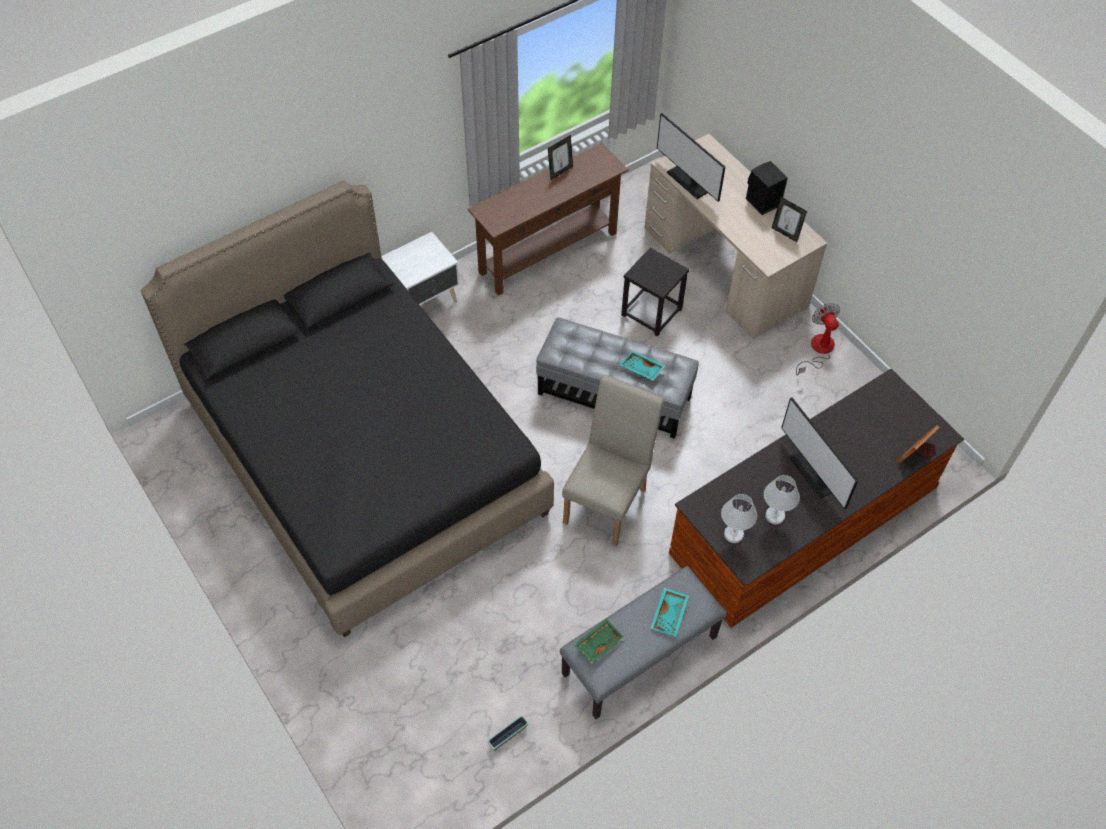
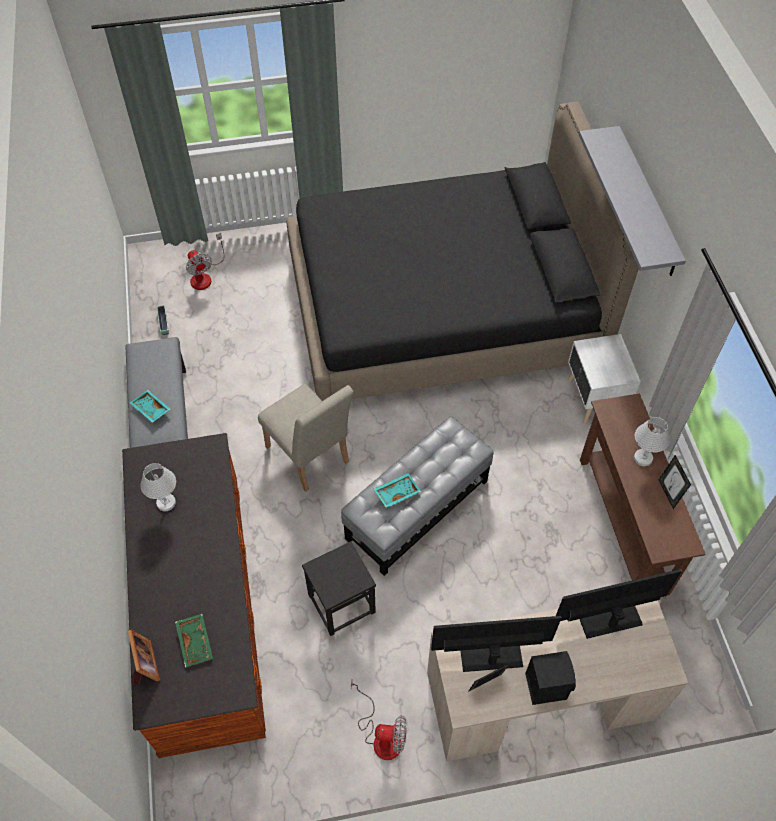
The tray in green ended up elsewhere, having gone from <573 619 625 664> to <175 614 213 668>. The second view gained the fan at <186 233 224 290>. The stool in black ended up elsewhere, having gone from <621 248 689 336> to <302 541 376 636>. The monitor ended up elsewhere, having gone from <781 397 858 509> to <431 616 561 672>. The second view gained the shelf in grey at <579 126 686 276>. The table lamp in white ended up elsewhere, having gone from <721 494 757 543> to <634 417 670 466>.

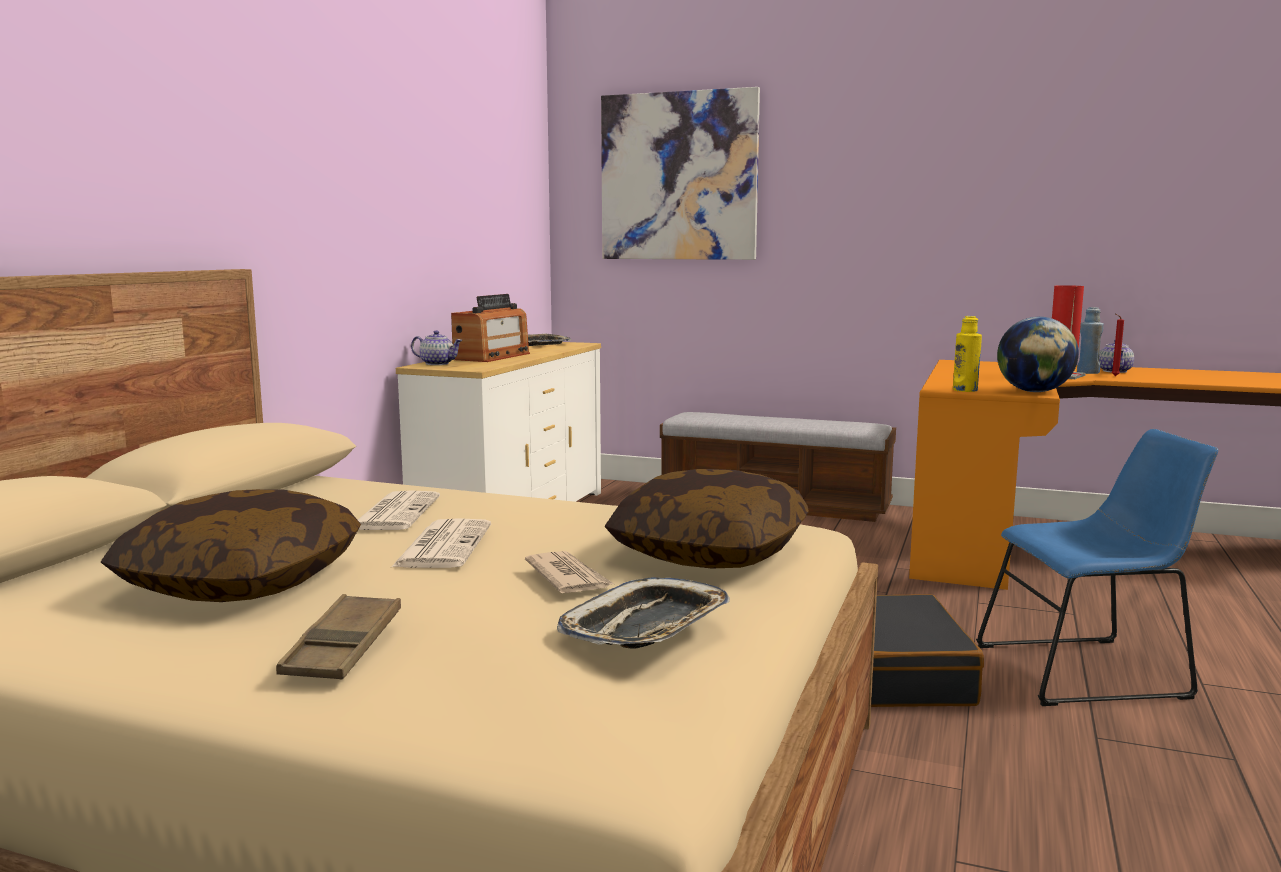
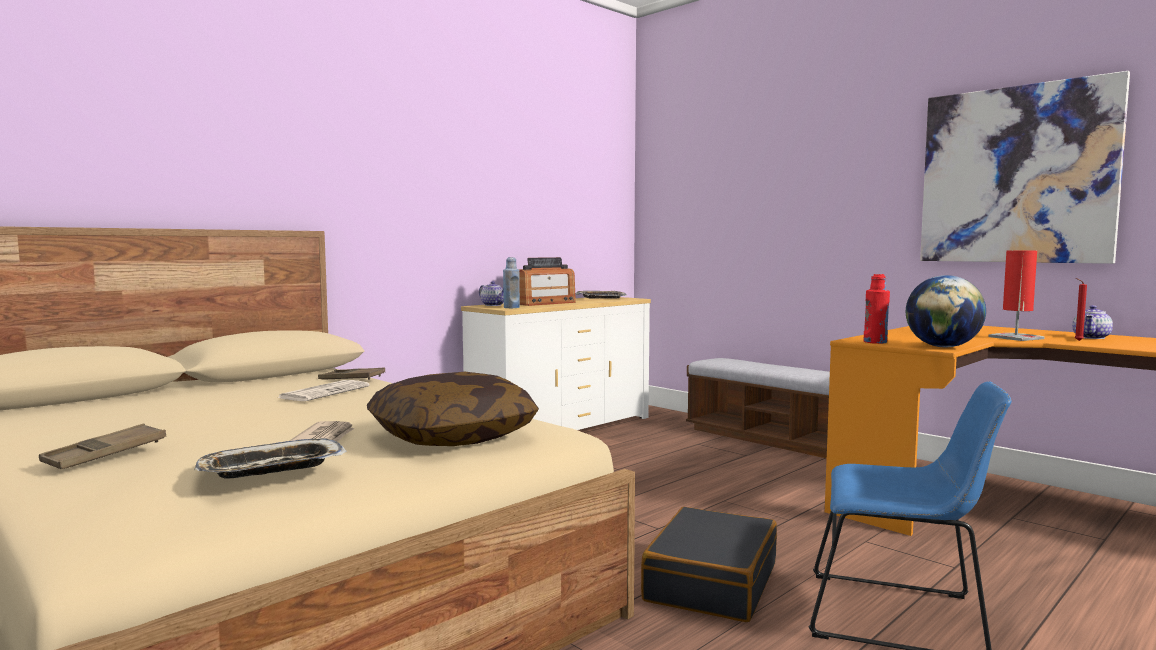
The second view gained the tray in brown at <318 368 385 380>. The bottle in blue ended up elsewhere, having gone from <1077 307 1104 374> to <503 257 520 308>. What was the bottle in yellow at <953 316 982 392> turned into the bottle in red at <864 274 890 344>. The picture ended up elsewhere, having gone from <601 87 760 260> to <920 71 1130 264>. The second view lost the pillow at <101 489 361 602>. The second view lost the newspaper at <391 518 491 568>.

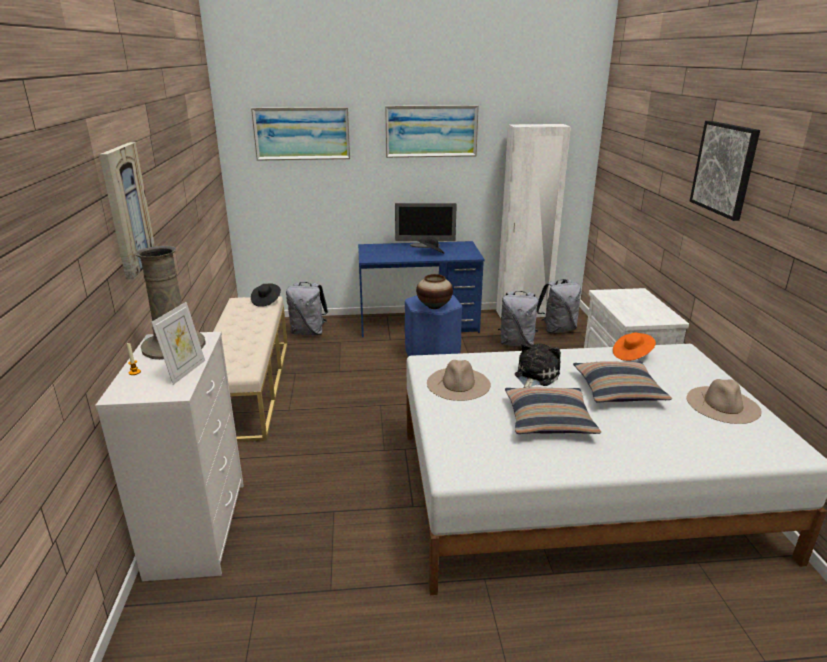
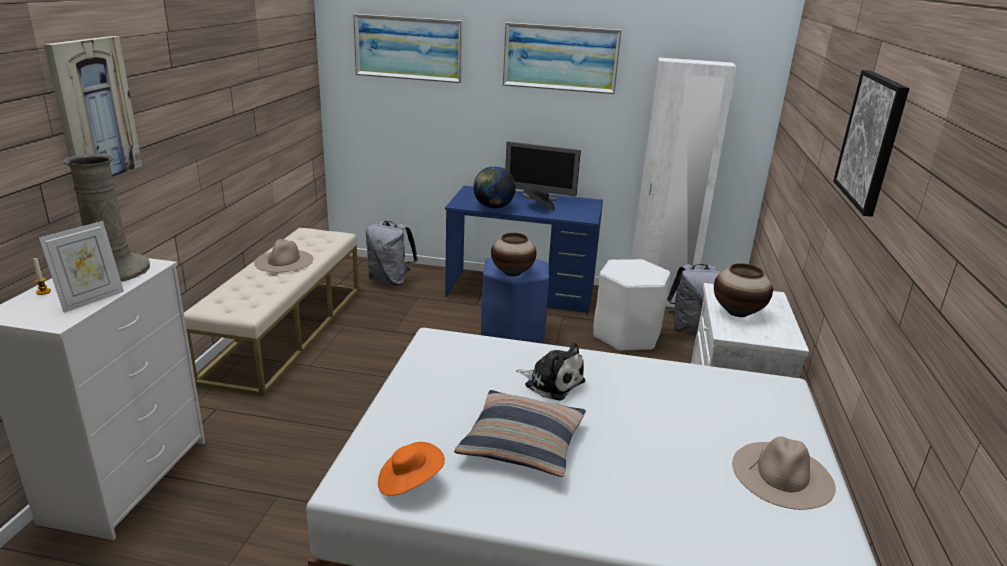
The hat in beige ended up elsewhere, having gone from <427 360 491 401> to <254 239 313 272>. The hat in orange ended up elsewhere, having gone from <613 332 656 361> to <378 442 445 496>. The second view gained the globe at <473 166 516 209>. The plush toy at <515 343 561 388> ended up facing another way, 75 degrees clockwise from before. Where the backpack in grey stood at <498 291 538 346>, the stool in white came to stand at <593 259 670 352>. The second view gained the vase at <714 263 773 317>. The second view lost the hat in black at <251 283 281 307>. The second view lost the pillow at <573 361 672 403>.

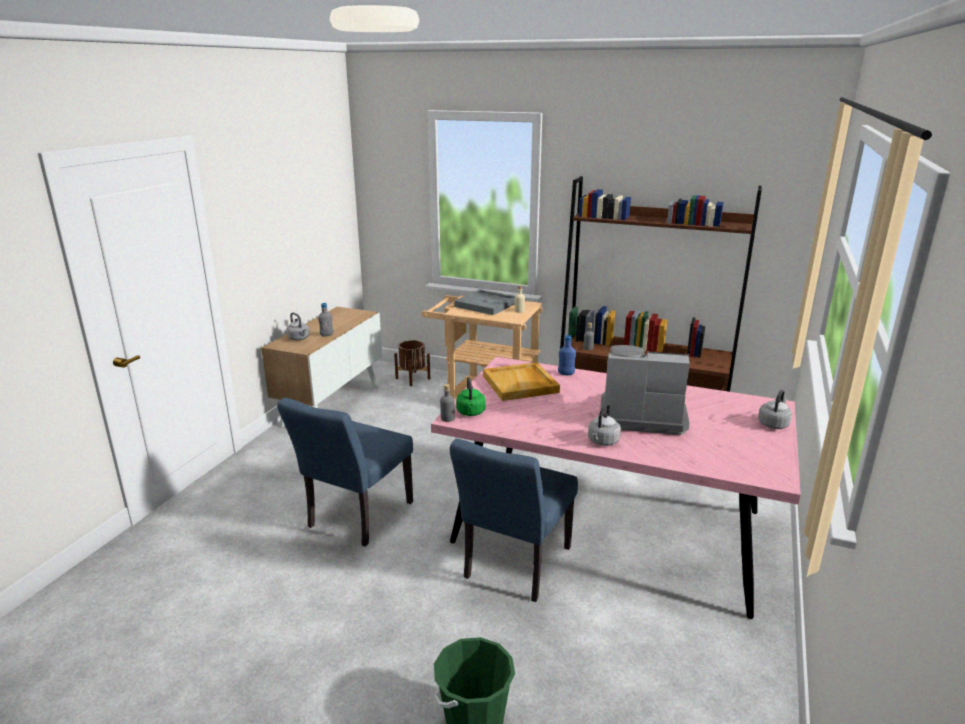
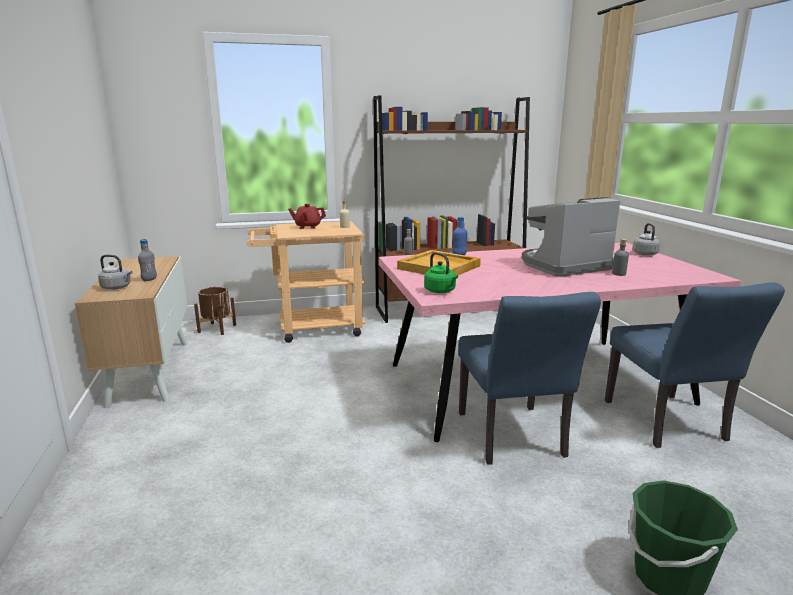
Where the tray in grey stood at <454 289 515 315>, the teapot in red came to stand at <288 204 326 229>. The chair in blue ended up elsewhere, having gone from <277 398 413 547> to <605 282 785 448>. The bottle in grey ended up elsewhere, having gone from <440 384 455 422> to <612 239 629 276>. The second view lost the kettle in grey at <588 403 621 446>.

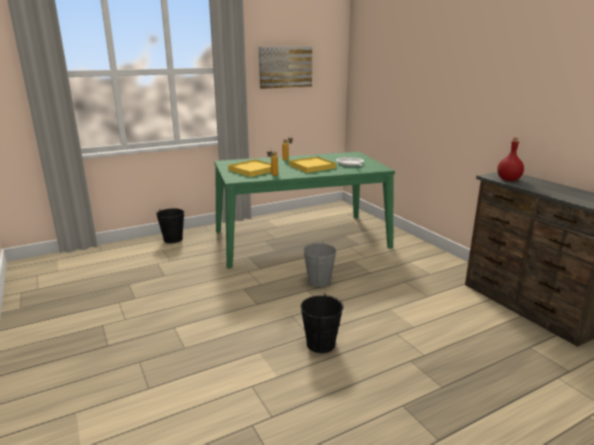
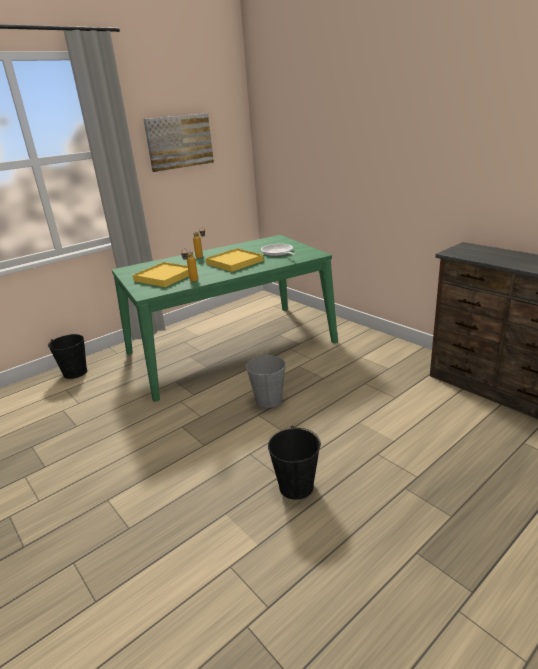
The second view lost the bottle in red at <497 138 524 181>.

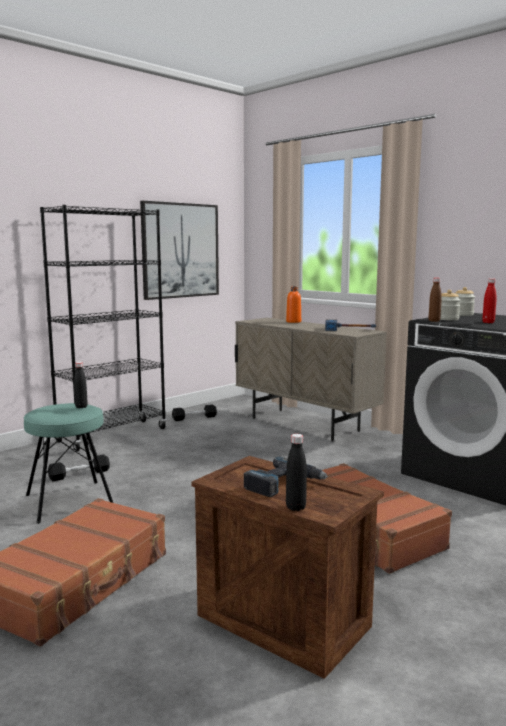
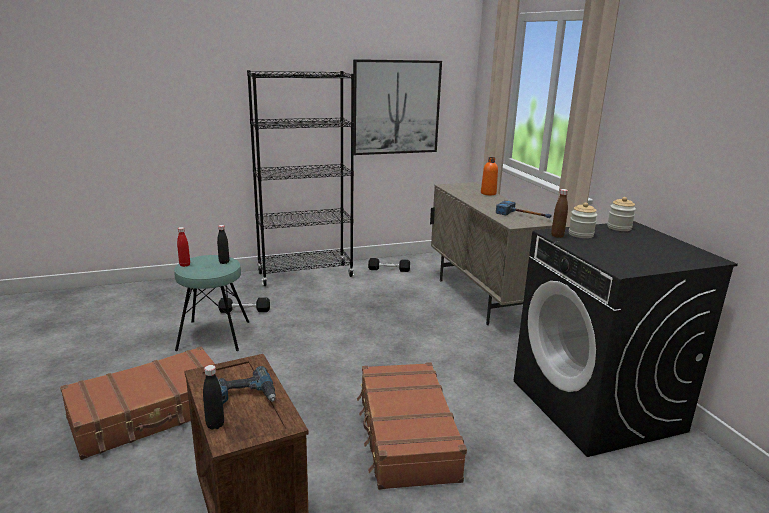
The bottle in red ended up elsewhere, having gone from <482 278 497 323> to <177 227 190 267>.

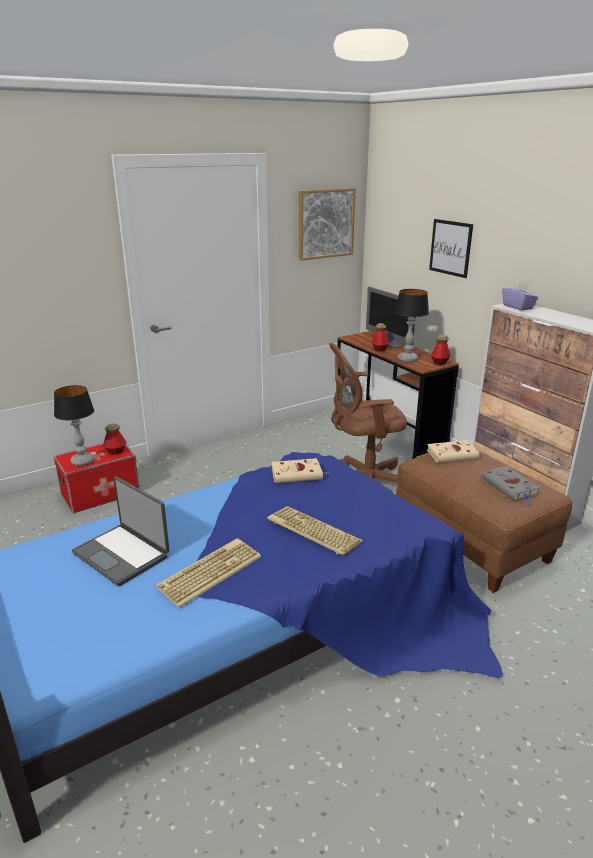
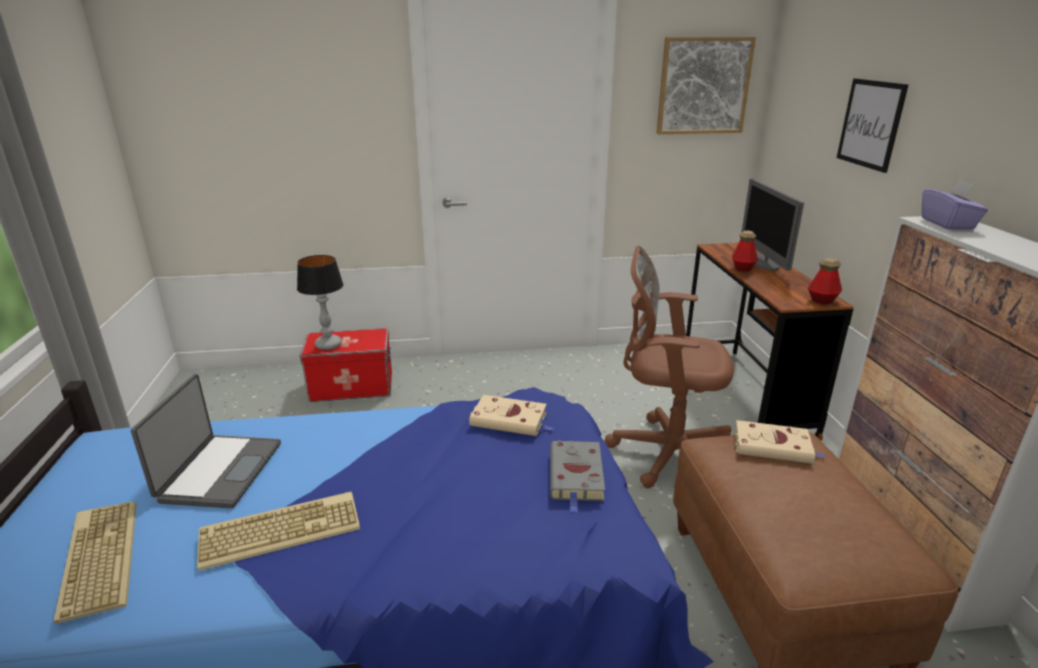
The keyboard ended up elsewhere, having gone from <267 506 363 555> to <54 501 137 624>. The laptop at <72 476 170 586> ended up facing another way, 150 degrees counterclockwise from before. The book in grey ended up elsewhere, having gone from <482 466 539 504> to <550 440 605 512>. The second view lost the bottle at <103 424 127 455>. The second view lost the table lamp at <395 289 429 362>.

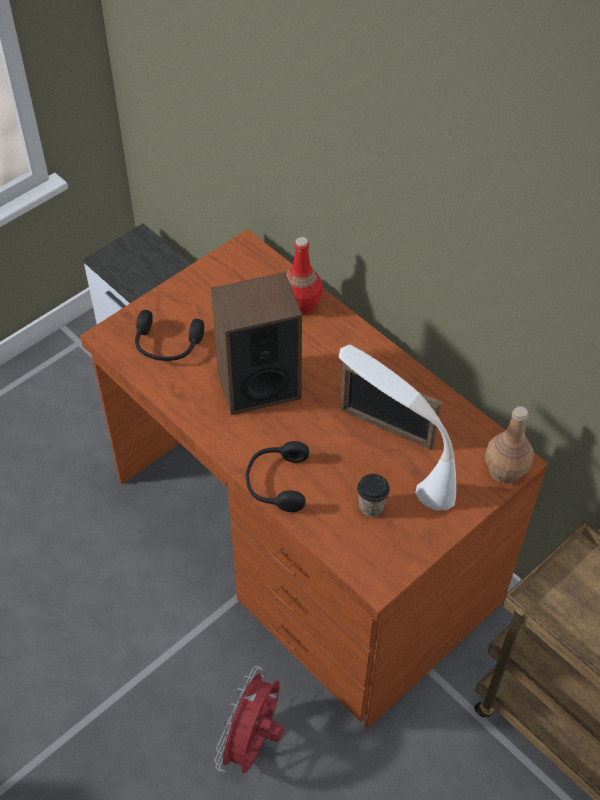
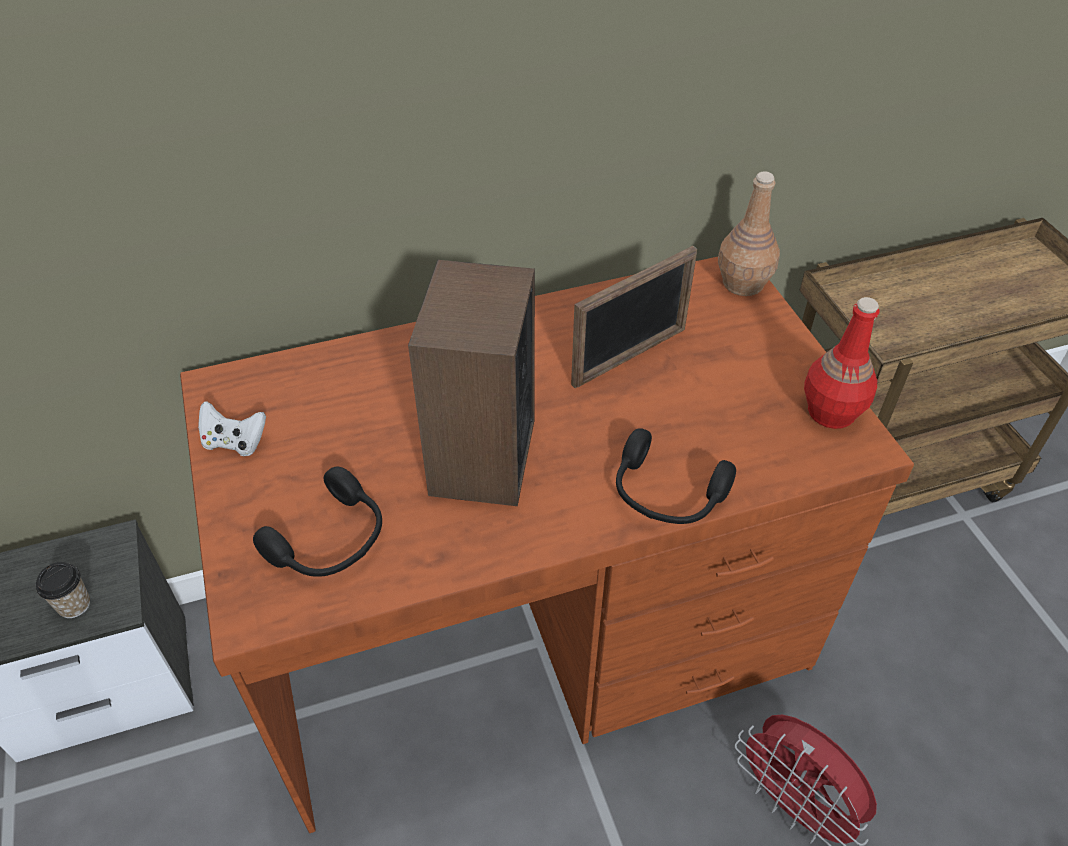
The cup ended up elsewhere, having gone from <357 474 390 517> to <36 562 90 618>. The second view gained the game controller in white at <198 401 266 456>. The bottle in red ended up elsewhere, having gone from <286 237 323 315> to <804 297 879 429>. The second view lost the table lamp in white at <339 345 456 510>.

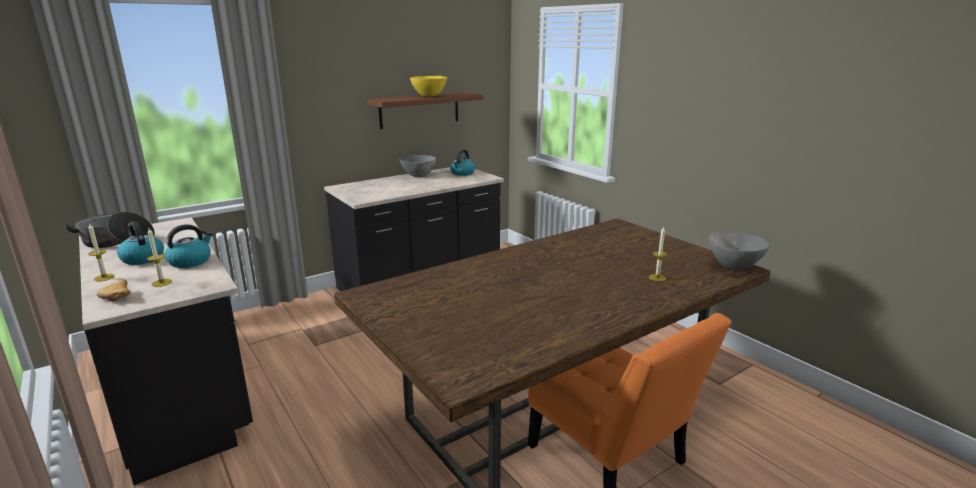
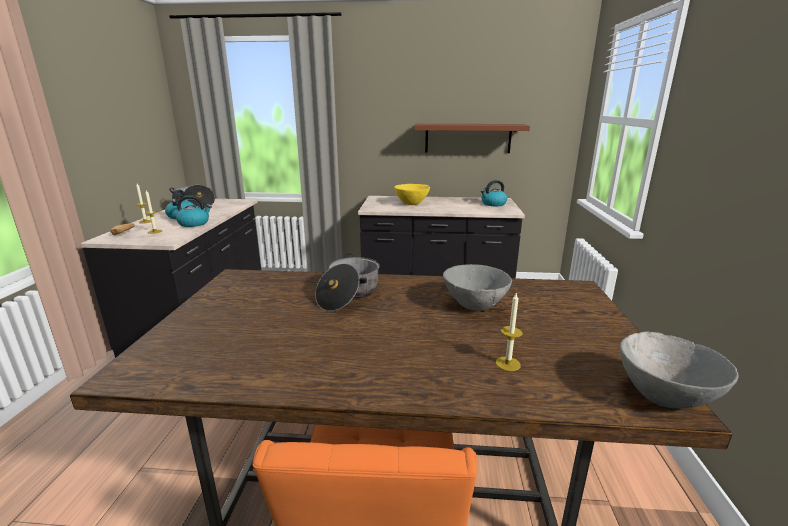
The second view gained the cooking pot at <315 253 380 311>. The bowl in yellow ended up elsewhere, having gone from <410 76 448 97> to <394 184 430 205>. The bowl in grey ended up elsewhere, having gone from <399 155 436 177> to <443 264 512 311>.

